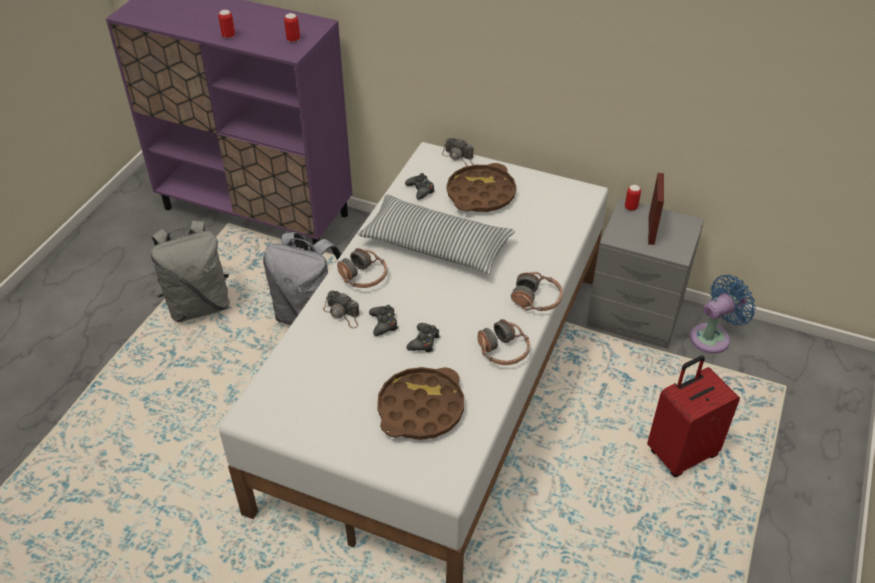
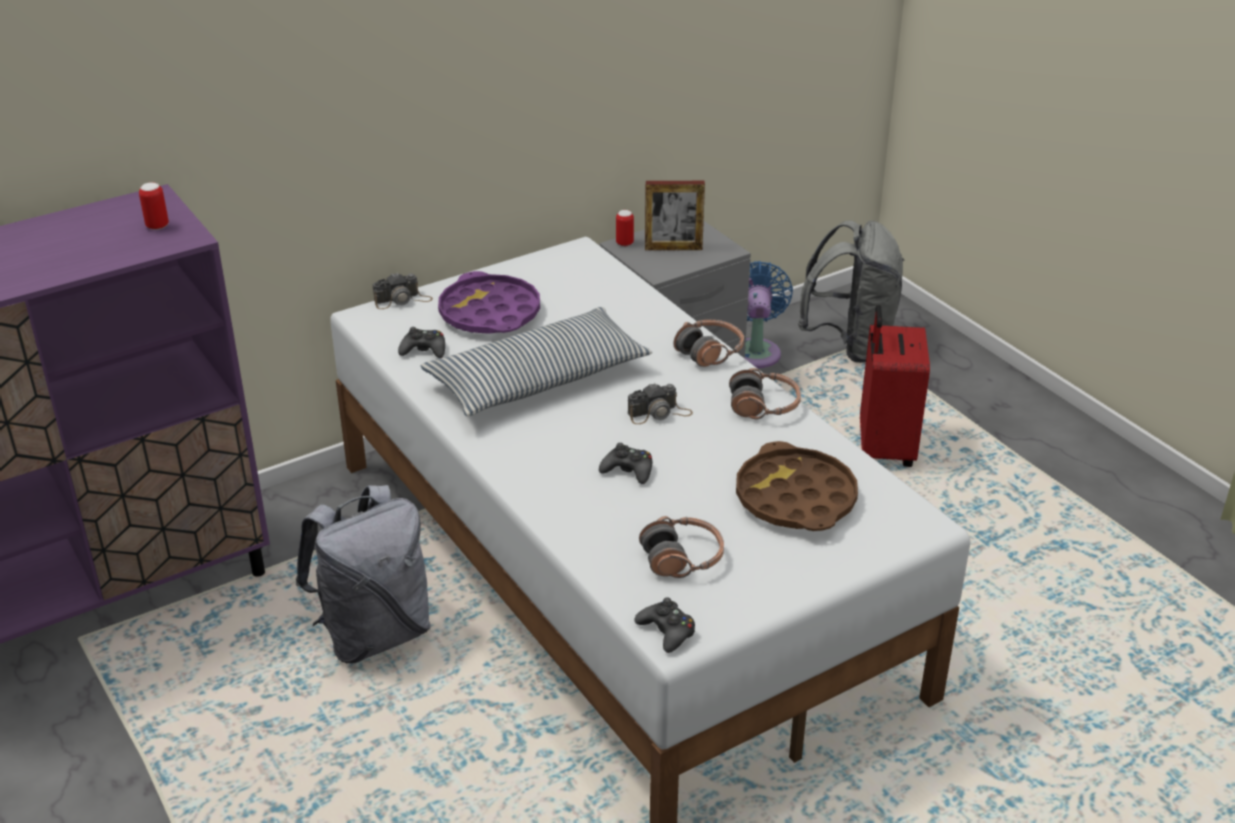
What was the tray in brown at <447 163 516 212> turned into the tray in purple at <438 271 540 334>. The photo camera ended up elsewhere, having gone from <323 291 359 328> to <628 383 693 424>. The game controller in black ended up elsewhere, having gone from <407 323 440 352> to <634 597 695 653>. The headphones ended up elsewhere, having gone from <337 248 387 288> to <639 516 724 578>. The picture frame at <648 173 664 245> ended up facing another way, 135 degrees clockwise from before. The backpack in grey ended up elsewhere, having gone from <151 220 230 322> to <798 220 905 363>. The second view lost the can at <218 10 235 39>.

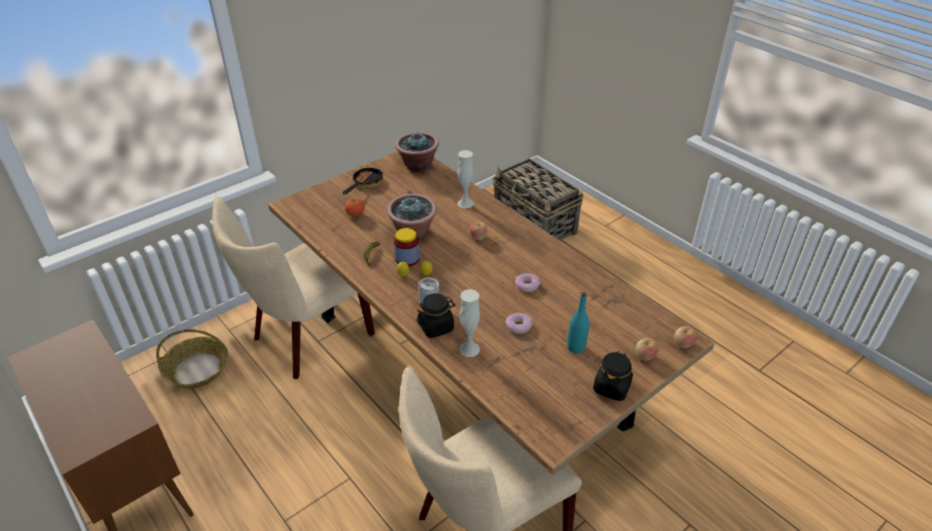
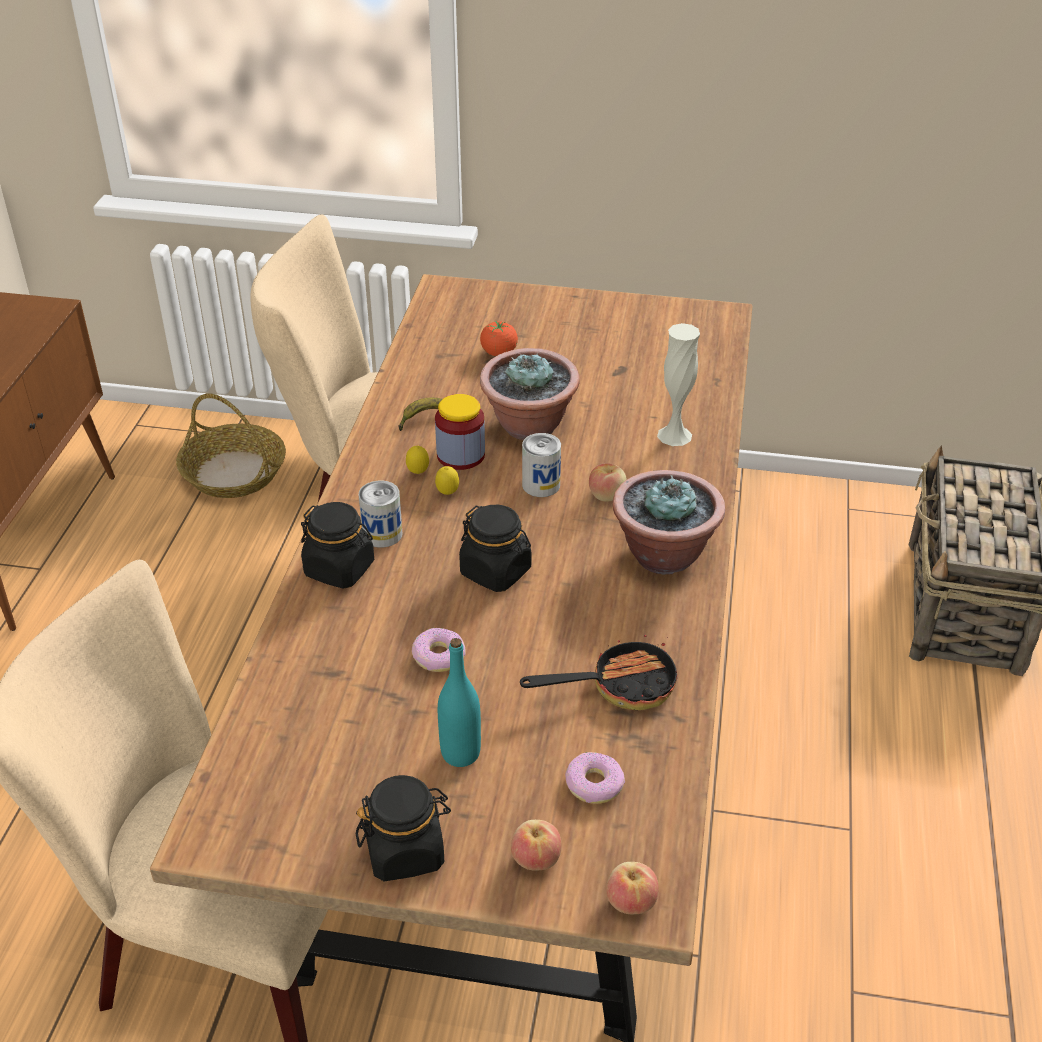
The second view gained the jar in black at <459 505 531 592>. The frying pan ended up elsewhere, having gone from <342 165 383 195> to <520 635 677 710>. The second view gained the can at <522 433 561 497>. The donut ended up elsewhere, having gone from <515 273 540 292> to <565 752 625 804>. The potted plant ended up elsewhere, having gone from <395 132 439 172> to <613 470 725 575>. The second view lost the vase in white at <459 289 480 357>.

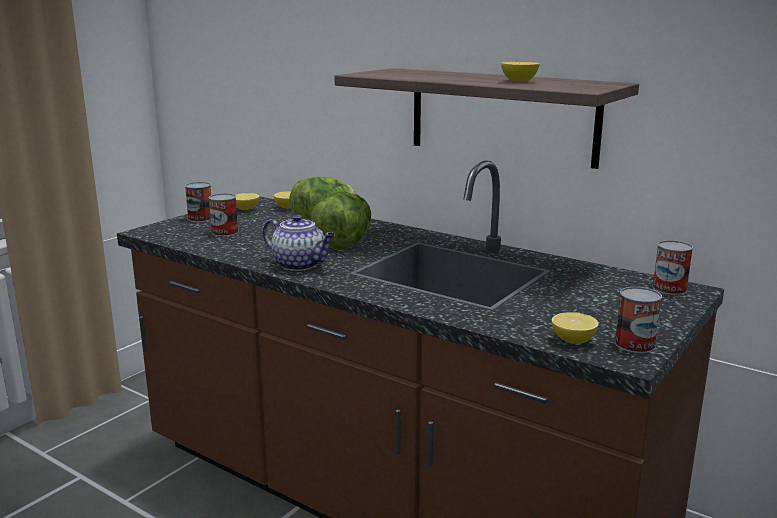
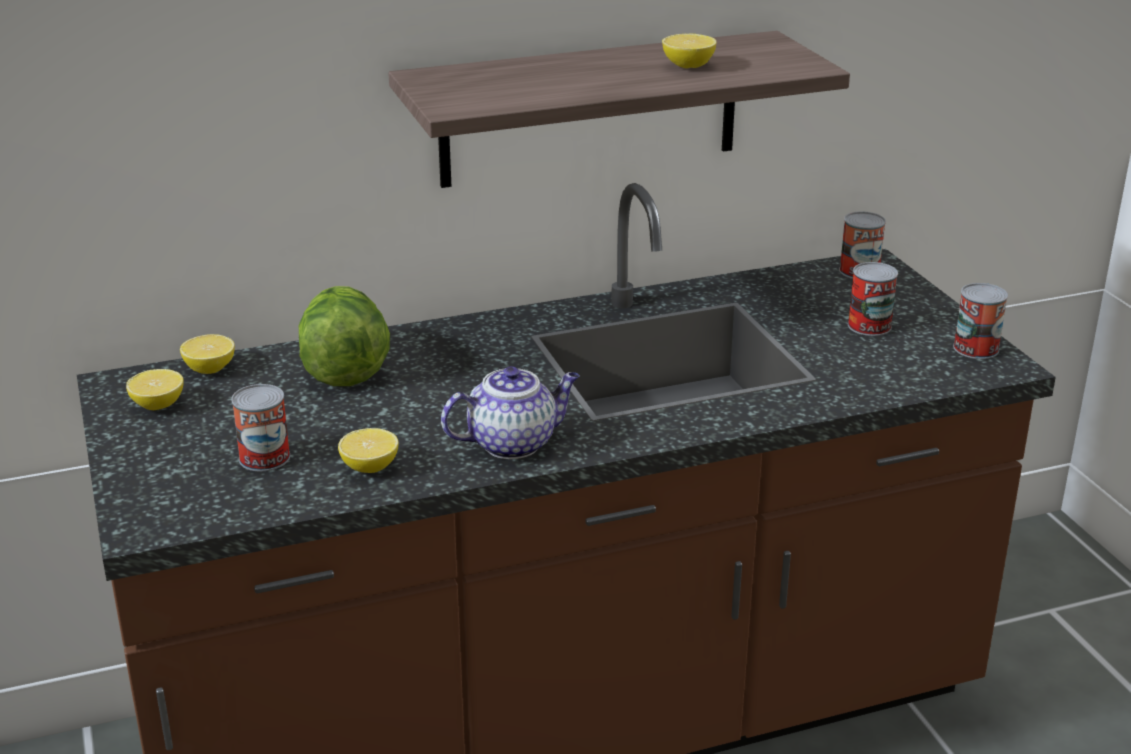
The lemon ended up elsewhere, having gone from <552 312 598 344> to <338 428 398 473>. The can ended up elsewhere, having gone from <185 182 211 222> to <848 262 898 336>. The second view lost the lettuce at <311 193 371 250>.

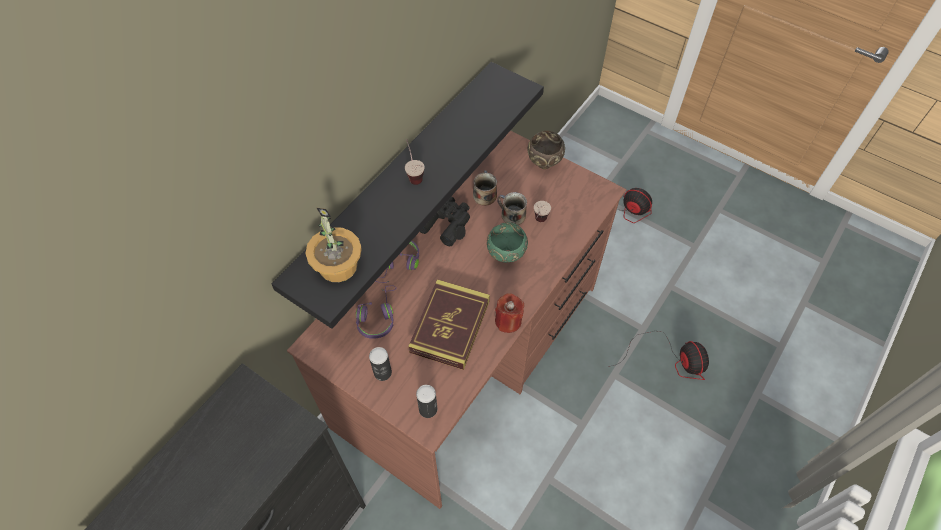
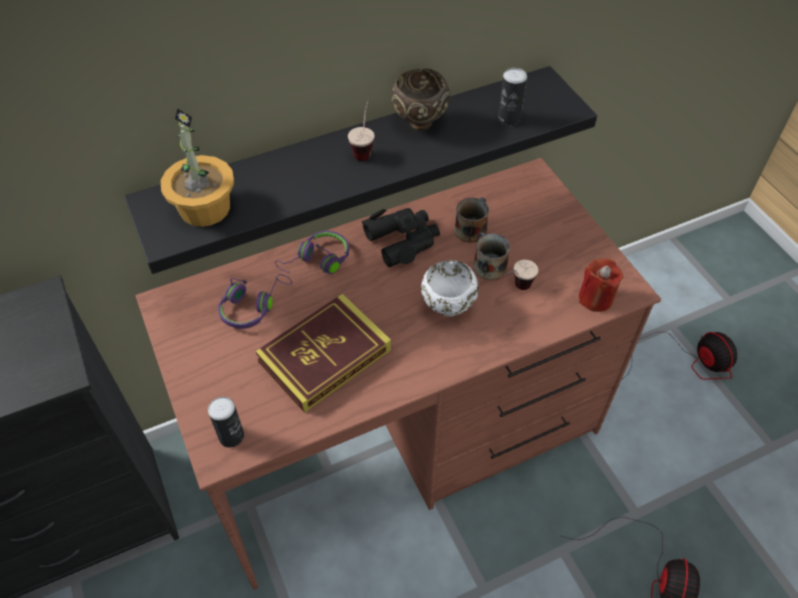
The bowl in brown ended up elsewhere, having gone from <527 131 565 169> to <392 69 450 130>. What was the bowl in green at <487 222 528 263> turned into the bowl in white at <421 260 479 316>. The can ended up elsewhere, having gone from <369 347 392 381> to <498 68 527 125>. The candle in red ended up elsewhere, having gone from <495 293 524 333> to <578 258 623 312>.

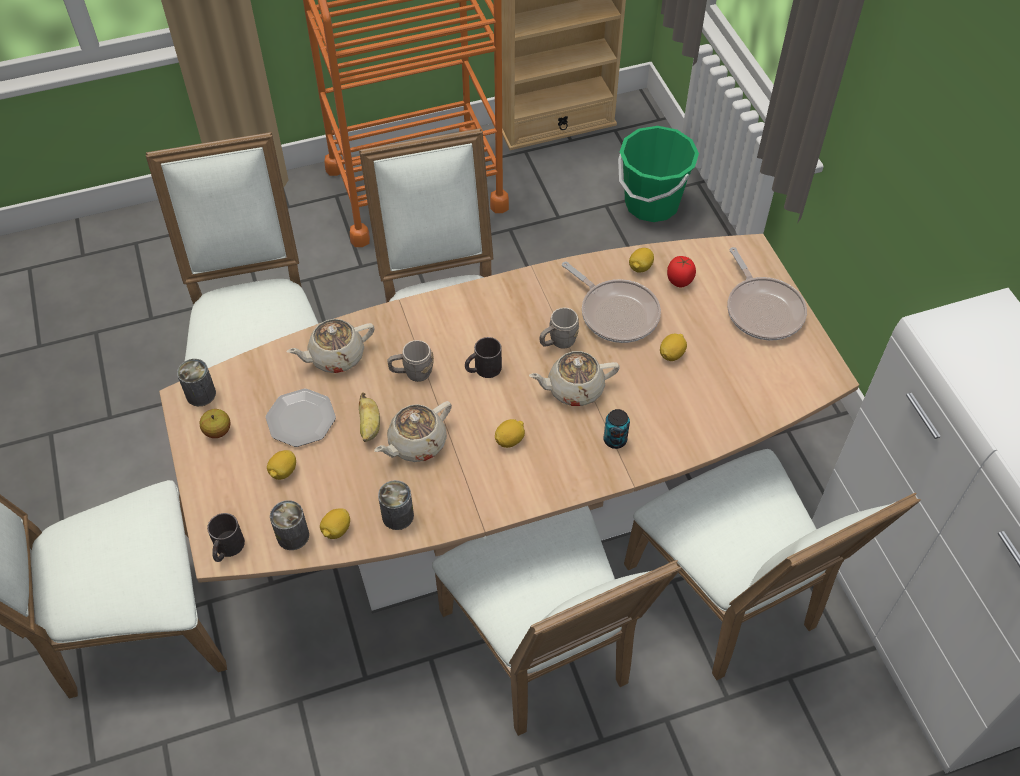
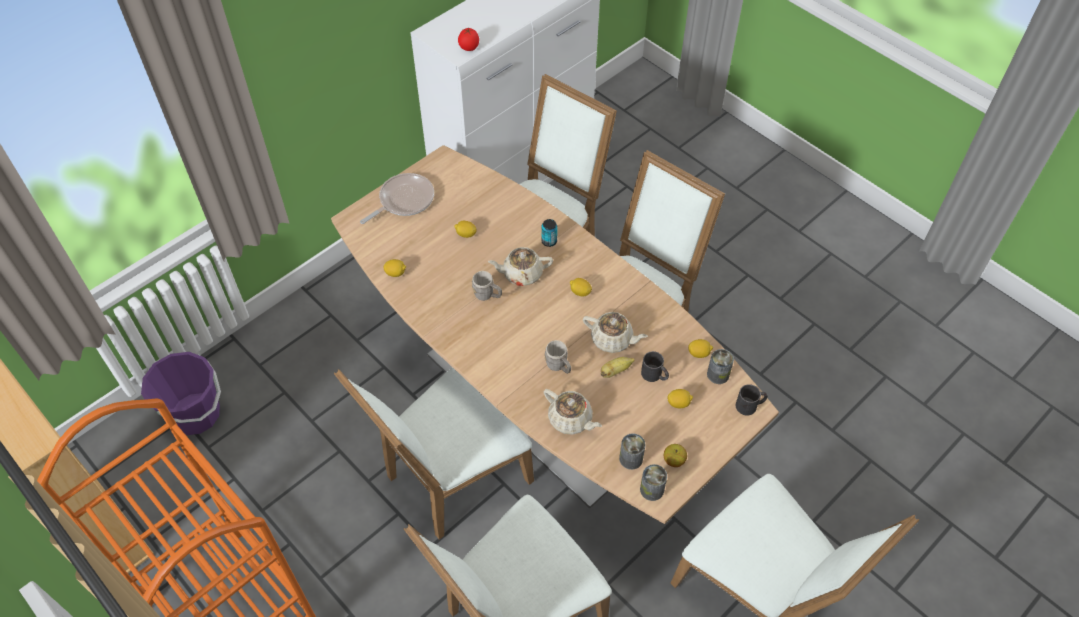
What was the bucket in green at <618 126 699 222> turned into the bucket in purple at <141 352 221 435>. The tomato ended up elsewhere, having gone from <667 256 696 287> to <458 28 479 51>. The teapot in beige at <529 351 620 406> ended up facing another way, 120 degrees clockwise from before. The can ended up elsewhere, having gone from <378 480 414 530> to <619 433 646 470>. The mug in black ended up elsewhere, having gone from <465 337 502 378> to <641 351 669 382>. The second view lost the plate at <265 389 336 447>. The second view lost the frying pan at <562 261 661 343>.

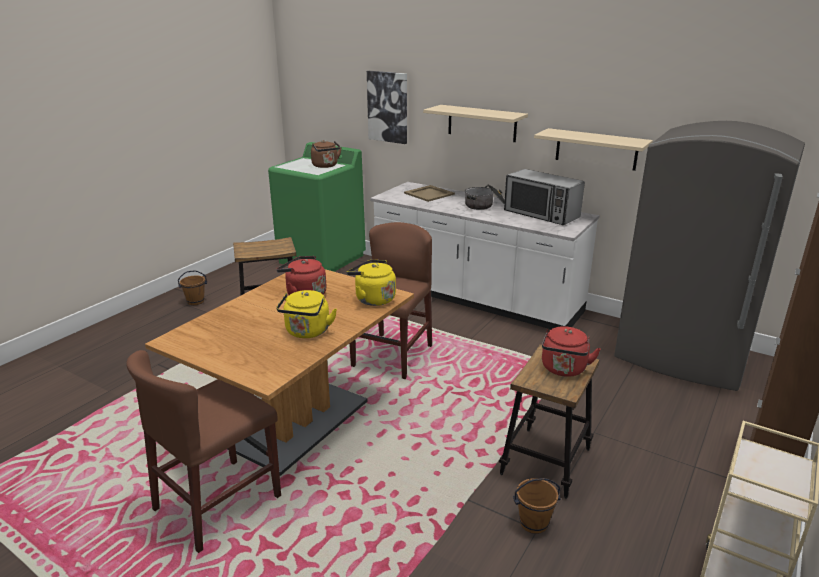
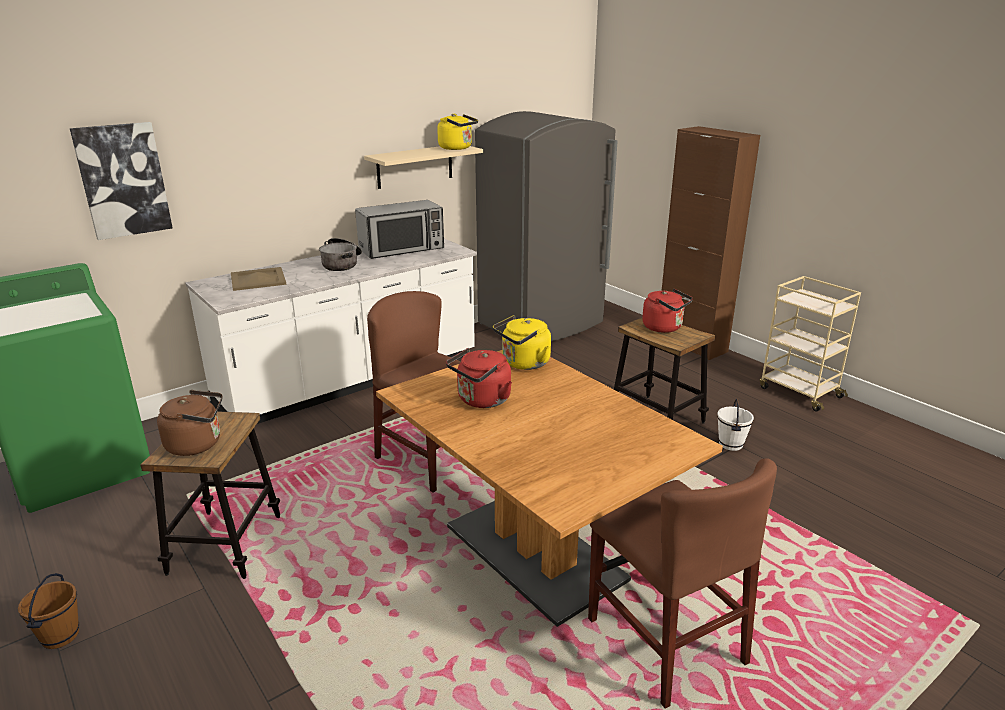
The kettle in brown ended up elsewhere, having gone from <311 140 342 168> to <157 390 223 456>. The kettle in yellow ended up elsewhere, having gone from <276 290 337 338> to <437 114 478 150>. What was the bucket in brown at <513 478 561 534> turned into the bucket in white at <717 399 754 451>. The second view lost the shelf in beige at <423 105 528 142>.

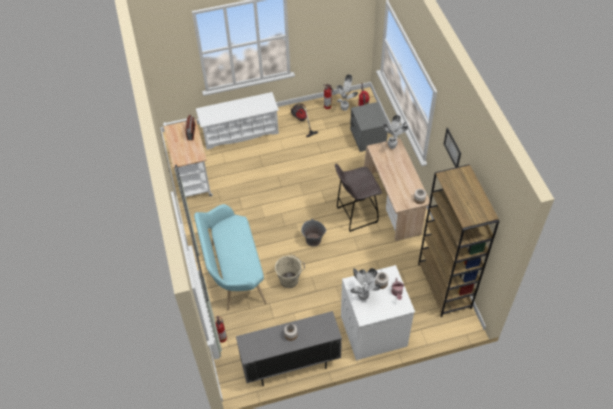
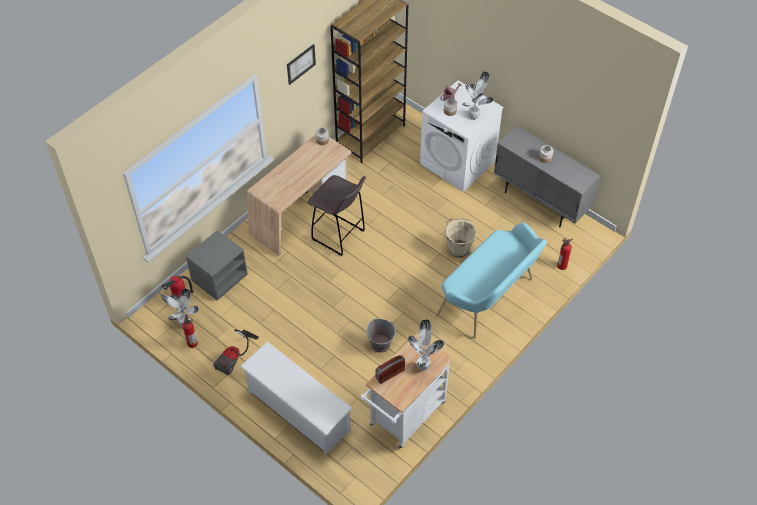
The bucket in grey ended up elsewhere, having gone from <301 219 326 247> to <367 319 396 353>. The potted plant ended up elsewhere, having gone from <383 115 408 149> to <408 319 444 371>.

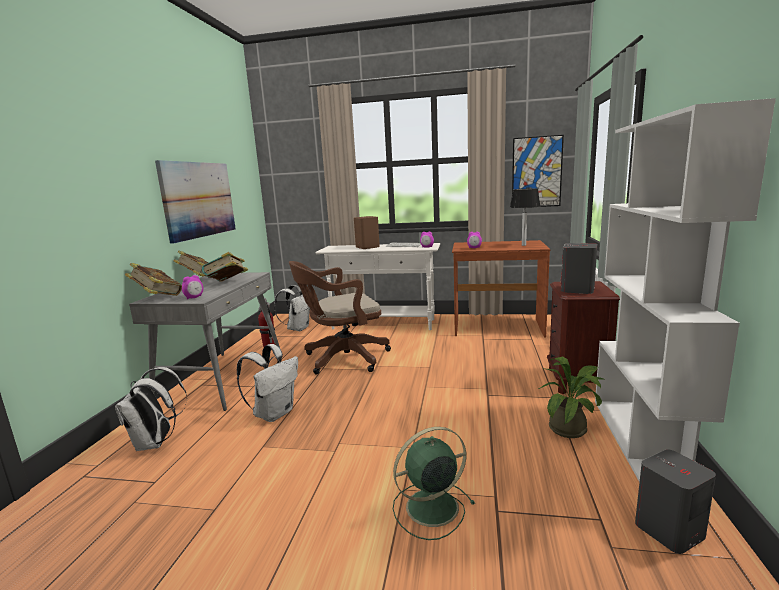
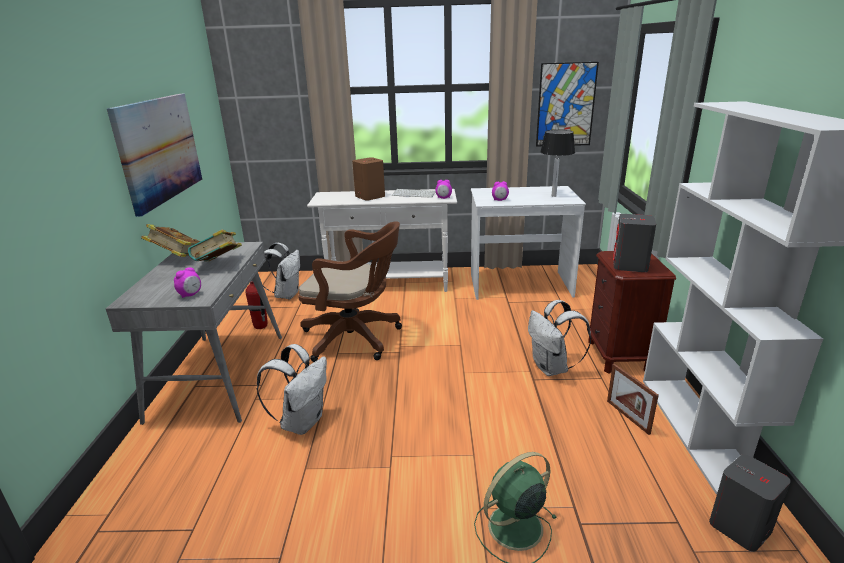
The office chair in brown at <289 261 391 374> ended up facing another way, 135 degrees counterclockwise from before. What was the desk in brown at <452 240 551 337> turned into the desk in white at <471 186 586 300>. The backpack in white ended up elsewhere, having gone from <115 367 187 451> to <528 300 591 376>. Where the potted plant stood at <539 357 606 438>, the picture frame came to stand at <607 364 659 435>. The second view lost the book at <125 263 182 296>.

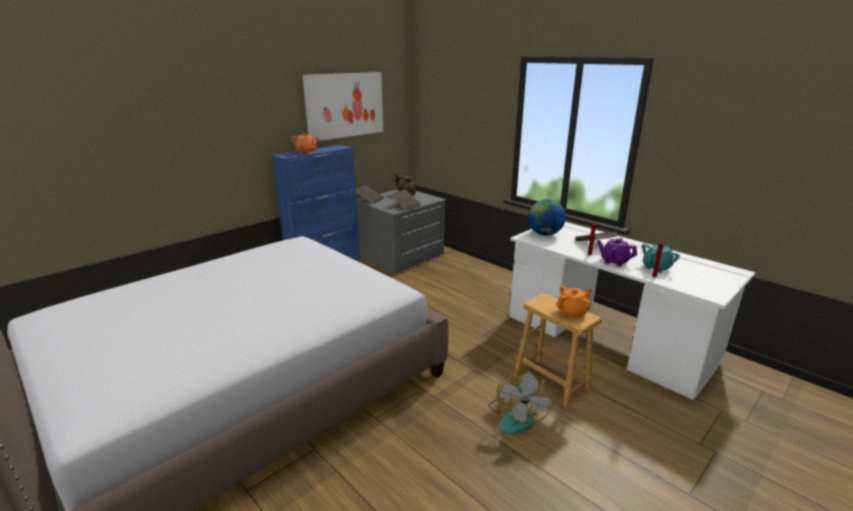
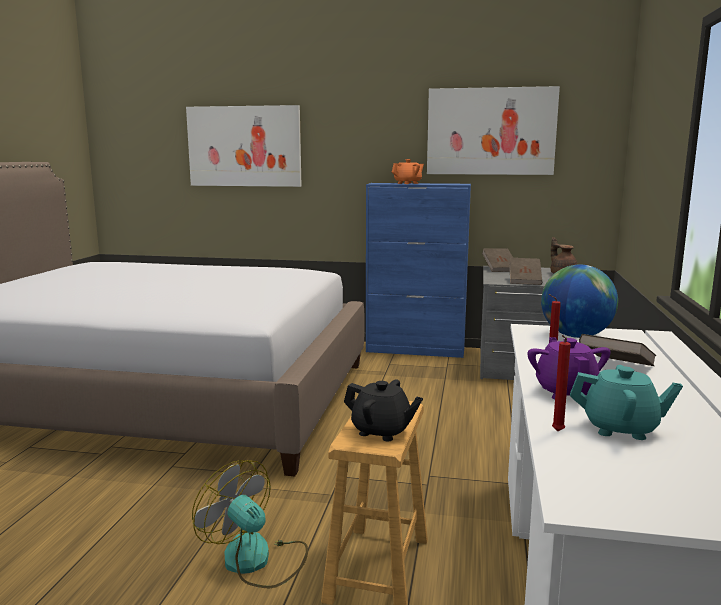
The second view gained the picture at <186 105 302 187>. The fan at <488 371 554 434> ended up facing another way, 60 degrees clockwise from before. What was the teapot in orange at <556 286 591 319> turned into the teapot in black at <344 380 423 441>.

